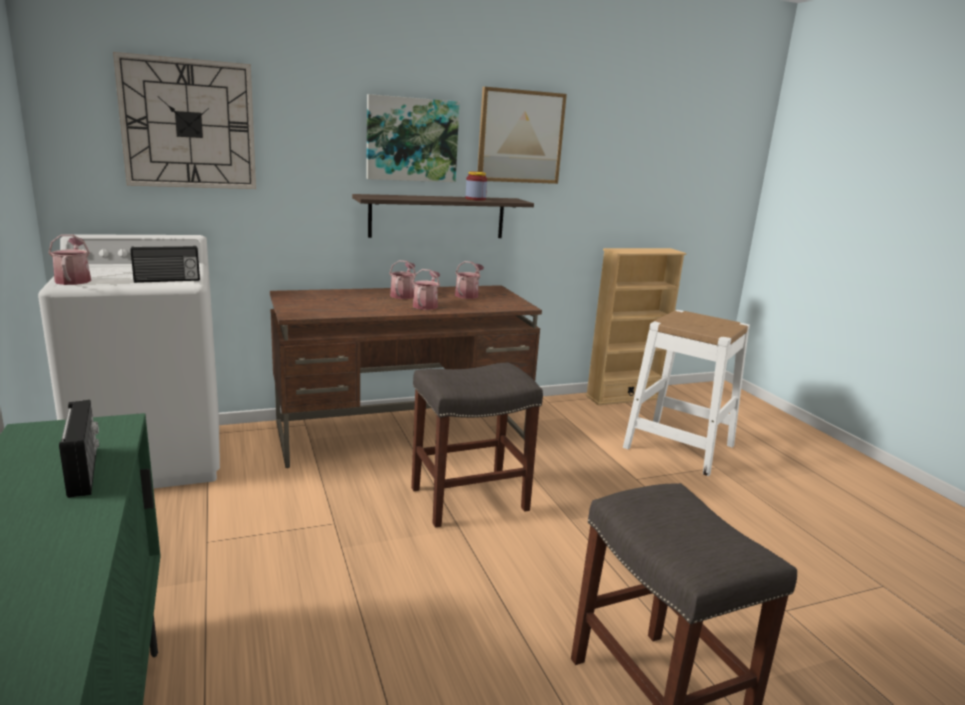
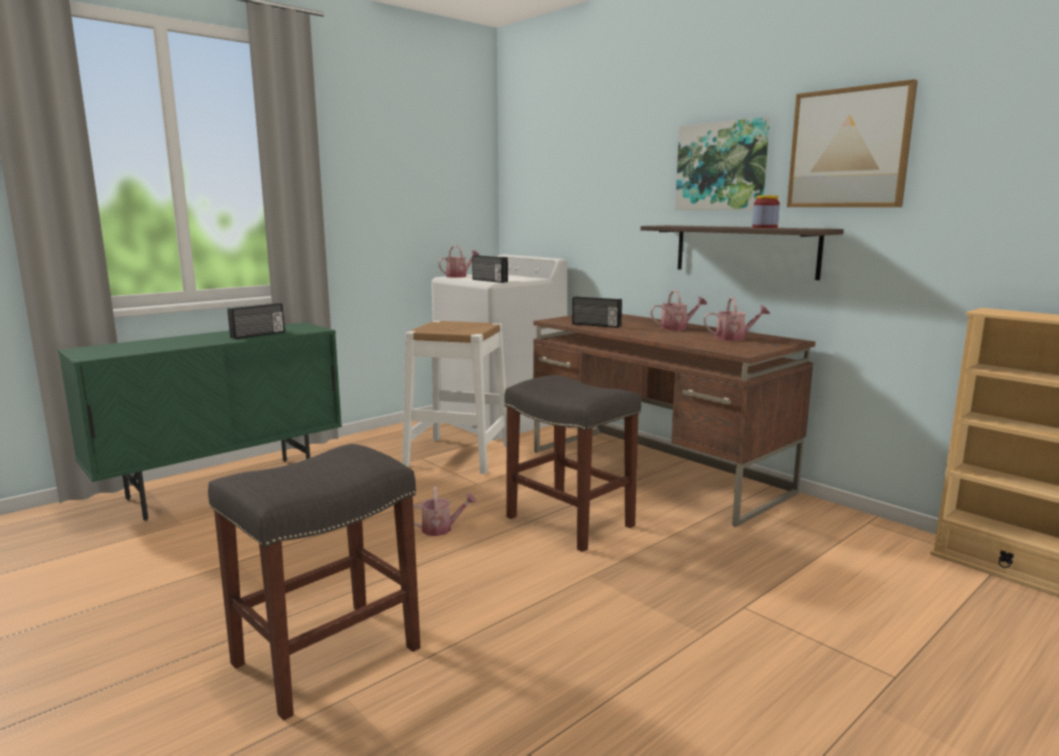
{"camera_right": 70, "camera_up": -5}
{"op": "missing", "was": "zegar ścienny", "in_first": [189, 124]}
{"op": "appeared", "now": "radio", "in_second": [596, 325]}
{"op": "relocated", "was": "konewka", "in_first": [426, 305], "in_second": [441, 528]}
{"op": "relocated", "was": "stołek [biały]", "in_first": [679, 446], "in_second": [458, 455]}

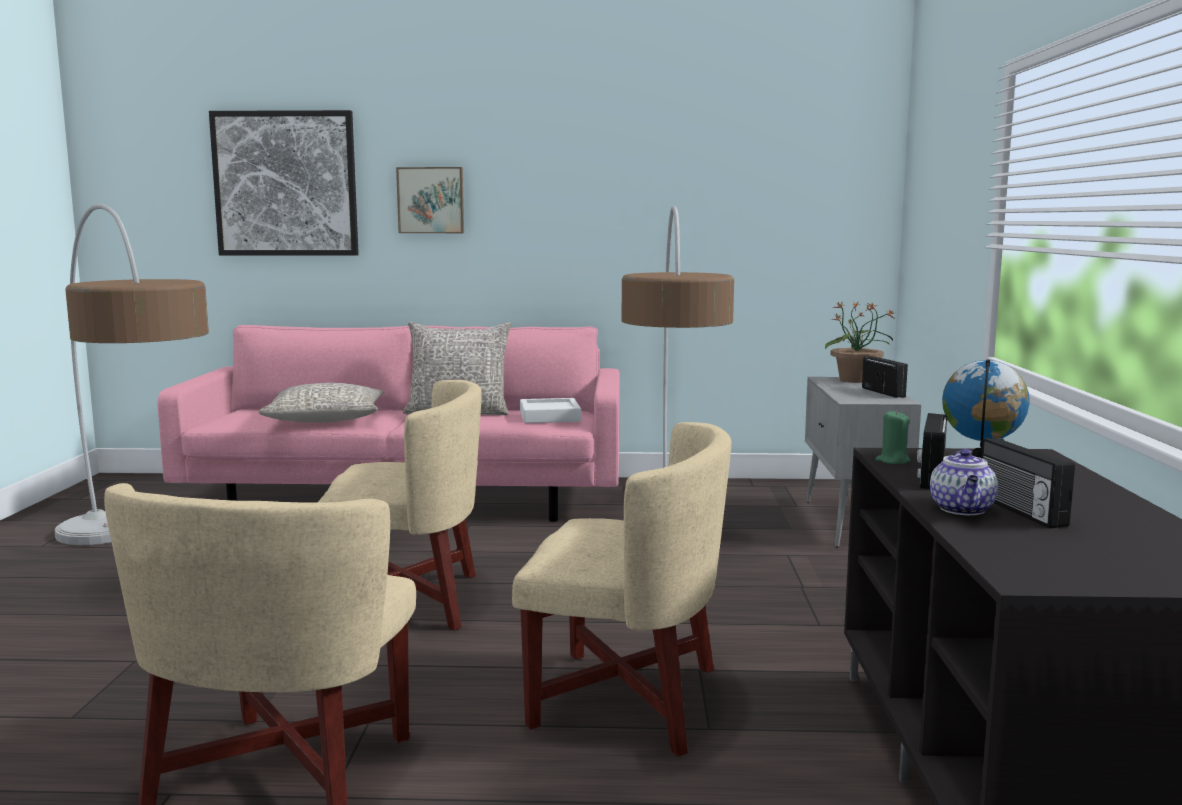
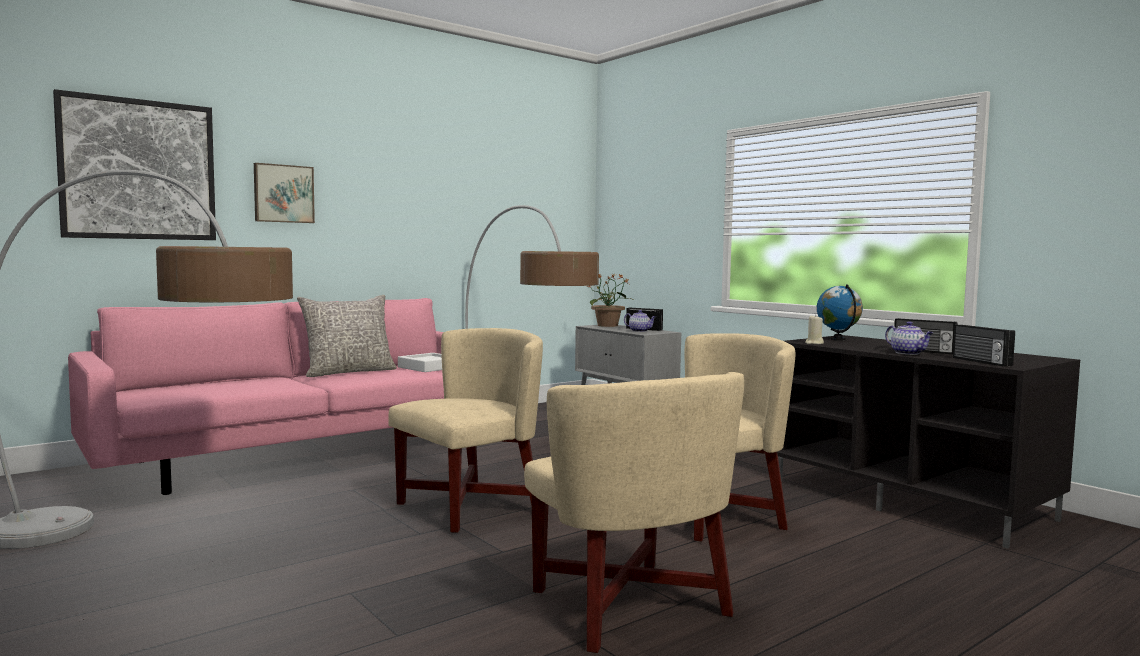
{"camera_right": -40, "camera_up": -5}
{"op": "missing", "was": "poduszka [szary]", "in_first": [326, 419]}
{"op": "appeared", "now": "imbryk", "in_second": [640, 331]}
{"op": "relocated", "was": "radio", "in_first": [930, 476], "in_second": [980, 361]}
{"op": "colour", "was": "świeca [zielony]", "now": "świeca [beżowy]", "in_first": [892, 461], "in_second": [814, 343]}

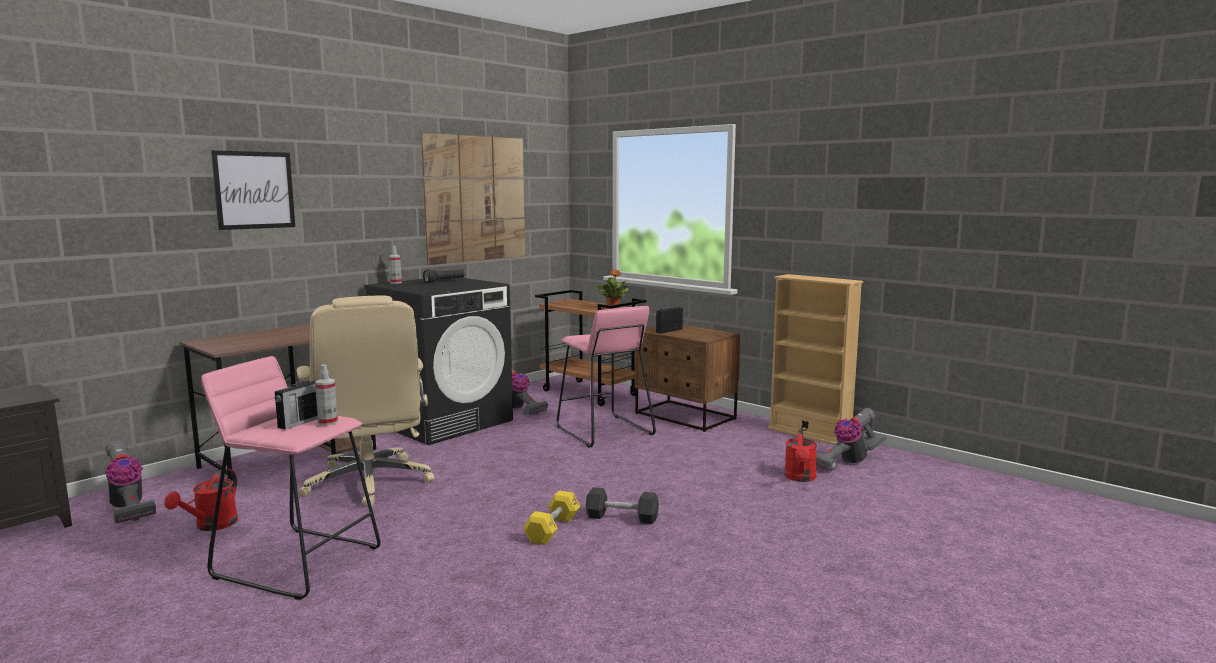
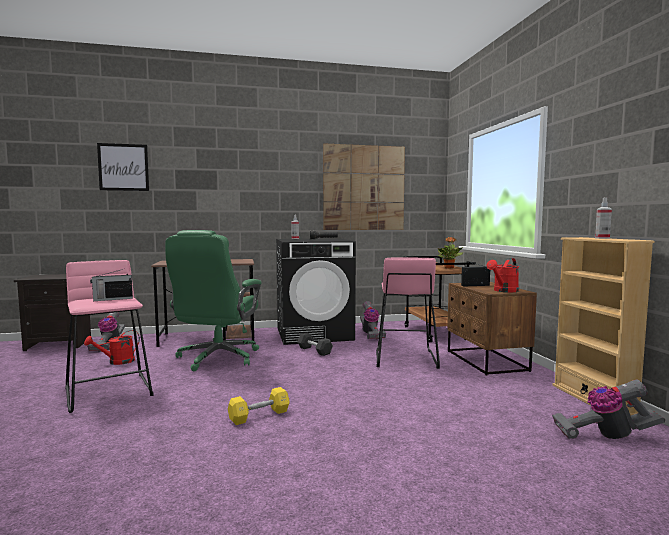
{"camera_right": 35, "camera_up": -5}
{"op": "relocated", "was": "obraz", "in_first": [254, 190], "in_second": [123, 167]}
{"op": "relocated", "was": "spryskiwacz", "in_first": [328, 422], "in_second": [602, 238]}
{"op": "relocated", "was": "hantel [czarny]", "in_first": [622, 517], "in_second": [314, 350]}
{"op": "relocated", "was": "konewka [czerwony]", "in_first": [800, 478], "in_second": [504, 291]}
{"op": "colour", "was": "krzesło biurowe [beżowy]", "now": "krzesło biurowe [zielony]", "in_first": [368, 483], "in_second": [217, 358]}

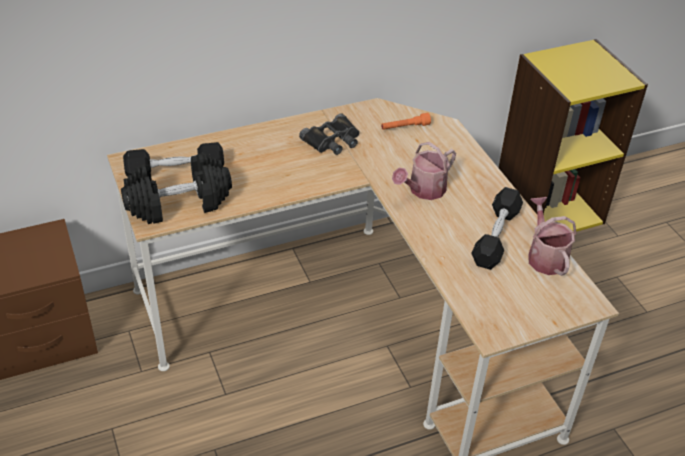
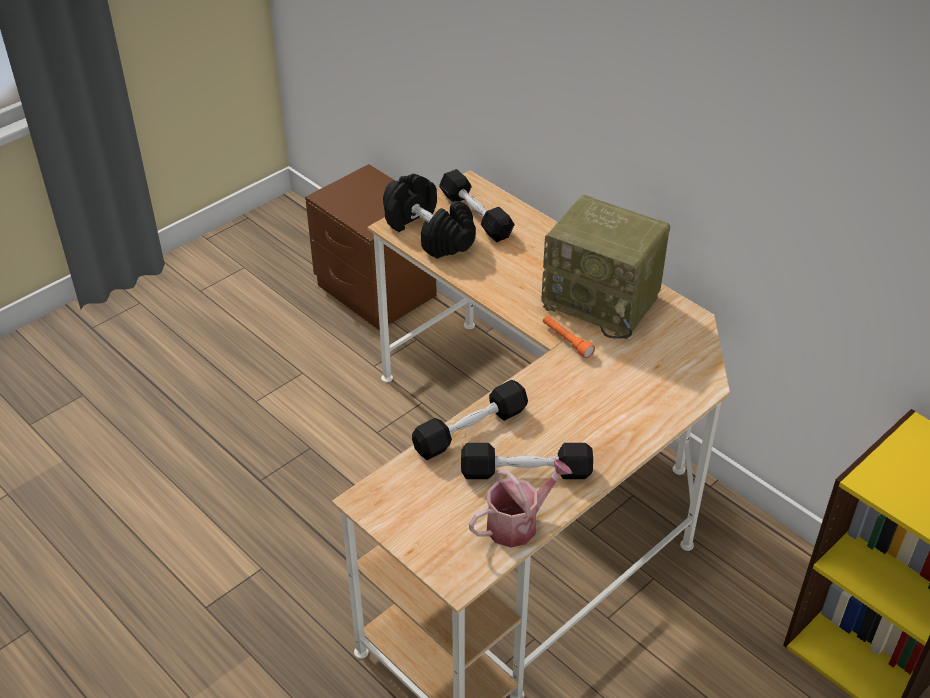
{"camera_right": 70, "camera_up": 0}
{"op": "missing", "was": "konewka", "in_first": [423, 190]}
{"op": "appeared", "now": "hantel [czarny]", "in_second": [470, 430]}
{"op": "relocated", "was": "latarka [pomarańczowy]", "in_first": [405, 127], "in_second": [566, 341]}
{"op": "exchanged", "was": "lornetka [czarny]", "now": "radio", "in_first": [333, 140], "in_second": [603, 302]}

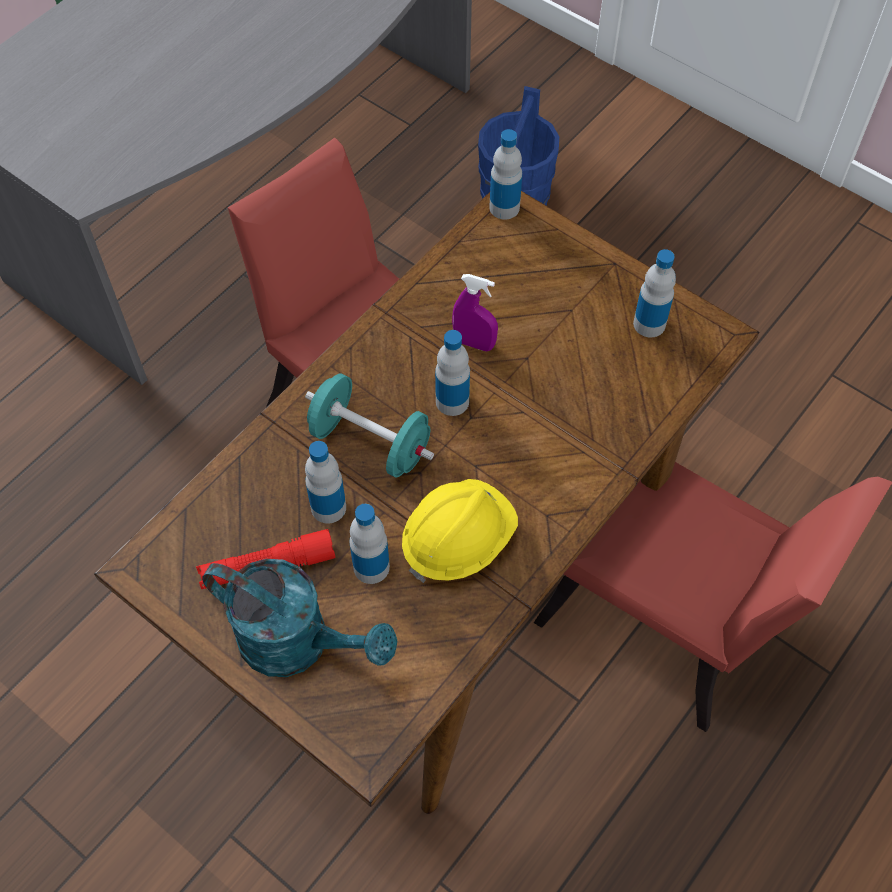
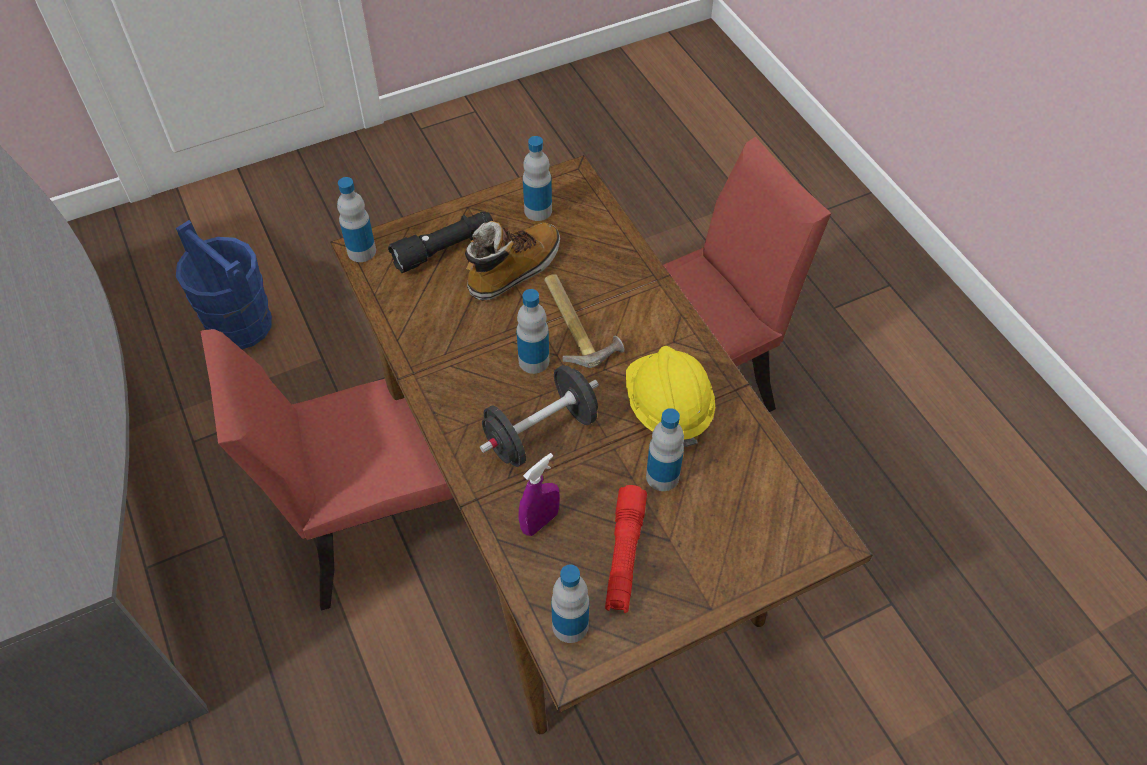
{"camera_right": -65, "camera_up": -5}
{"op": "missing", "was": "konewka [turkusowy]", "in_first": [299, 643]}
{"op": "appeared", "now": "latarka [czarny]", "in_second": [444, 249]}
{"op": "appeared", "now": "but z cholewką", "in_second": [514, 270]}
{"op": "appeared", "now": "młotek", "in_second": [577, 323]}
{"op": "relocated", "was": "butelka", "in_first": [328, 507], "in_second": [570, 625]}
{"op": "relocated", "was": "spryskiwacz [fioletowy]", "in_first": [474, 343], "in_second": [540, 522]}
{"op": "colour", "was": "hantel [turkusowy]", "now": "hantel [czarny]", "in_first": [370, 442], "in_second": [541, 433]}

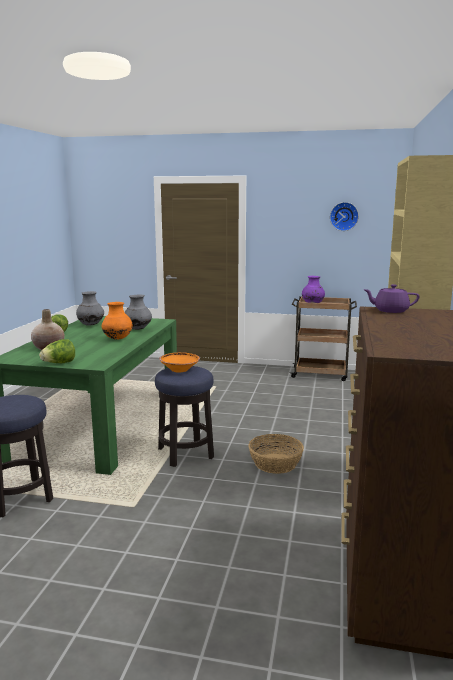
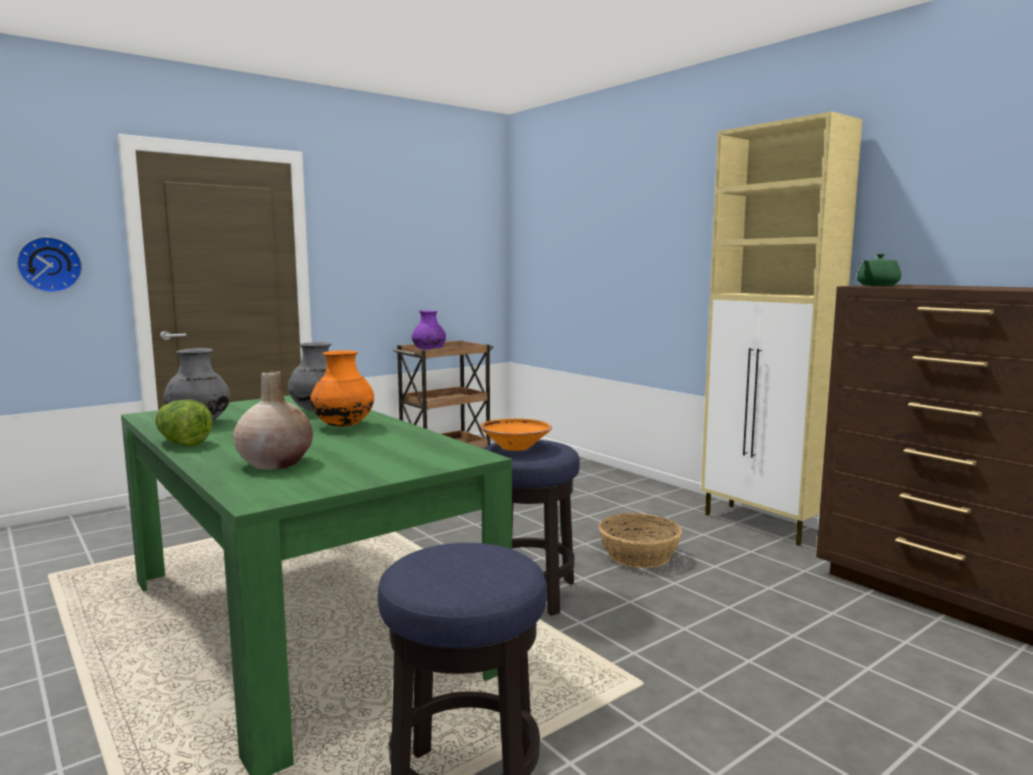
{"camera_right": -50, "camera_up": -5}
{"op": "missing", "was": "sałata", "in_first": [59, 363]}
{"op": "relocated", "was": "zegar ścienny", "in_first": [344, 216], "in_second": [49, 265]}
{"op": "colour", "was": "imbryk [fioletowy]", "now": "imbryk [zielony]", "in_first": [390, 310], "in_second": [877, 285]}

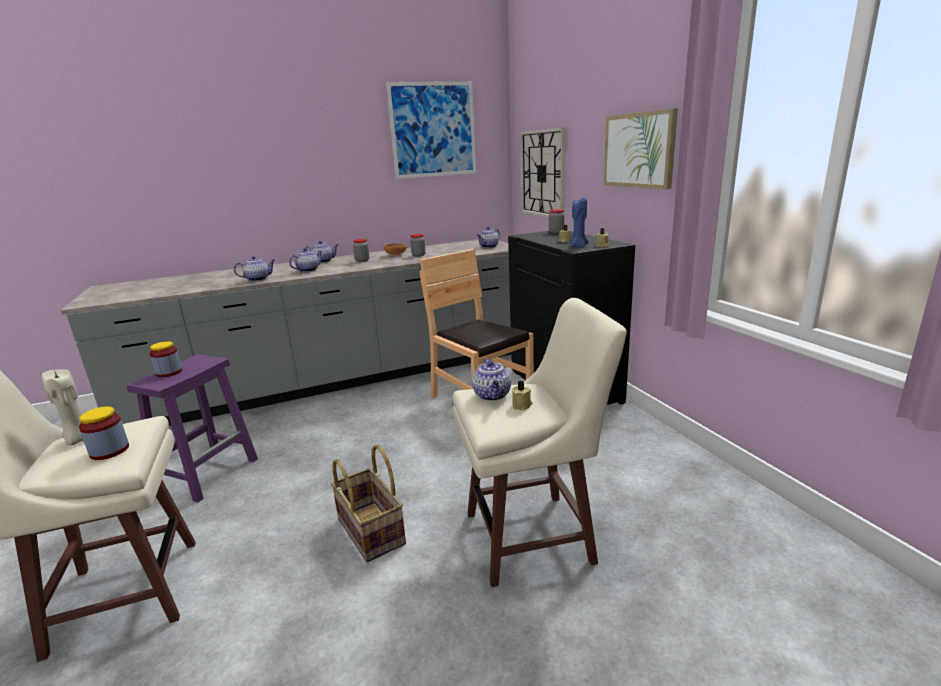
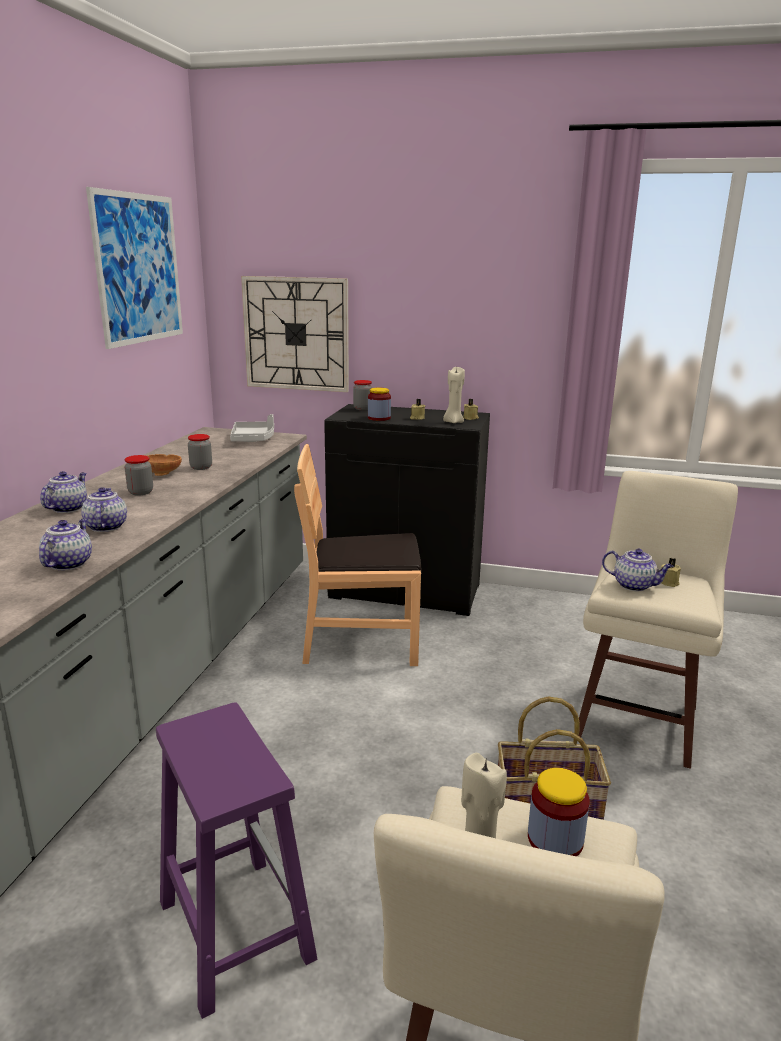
{"camera_right": -55, "camera_up": 0}
{"op": "missing", "was": "obraz", "in_first": [639, 150]}
{"op": "relocated", "was": "słoik", "in_first": [169, 372], "in_second": [379, 418]}
{"op": "exchanged", "was": "imbryk", "now": "taca [szary]", "in_first": [488, 247], "in_second": [253, 439]}
{"op": "colour", "was": "świeca [niebieski]", "now": "świeca [beżowy]", "in_first": [578, 246], "in_second": [453, 422]}

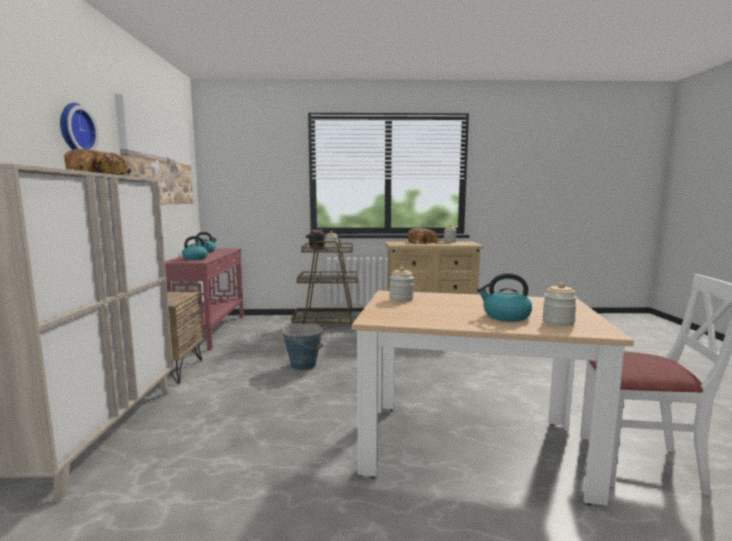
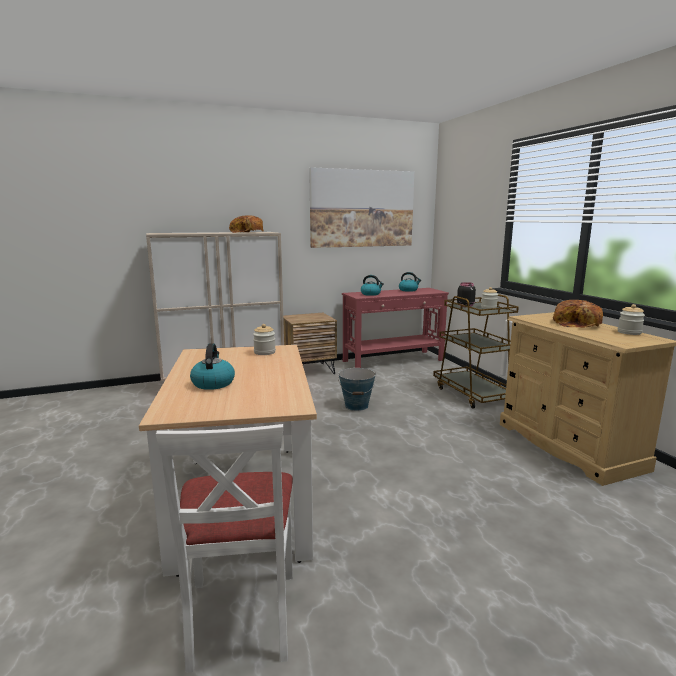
{"camera_right": 70, "camera_up": 5}
{"op": "missing", "was": "zegar ścienny", "in_first": [74, 129]}
{"op": "missing", "was": "słoik", "in_first": [558, 322]}

